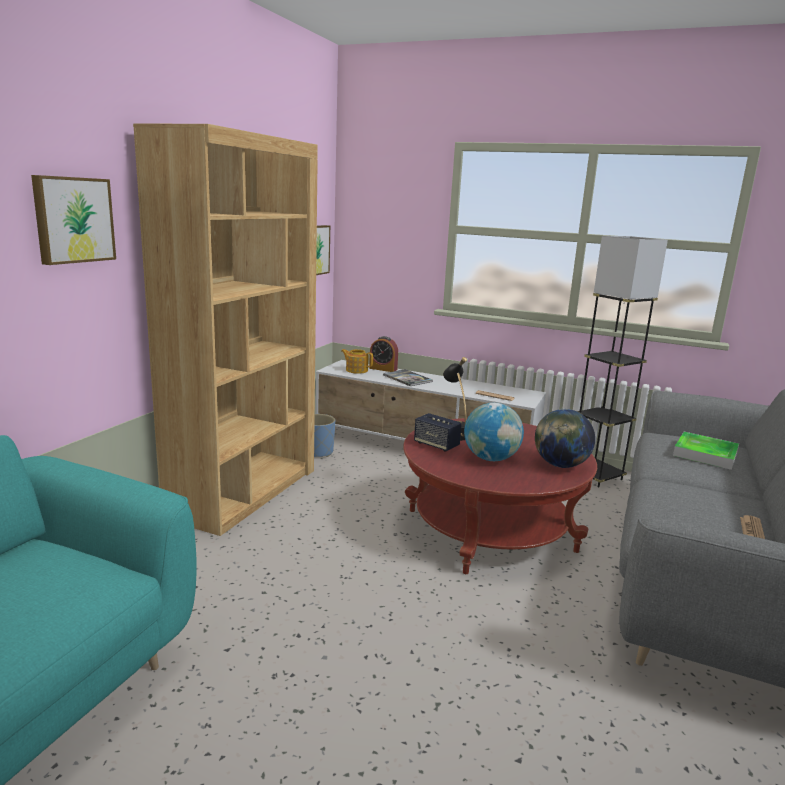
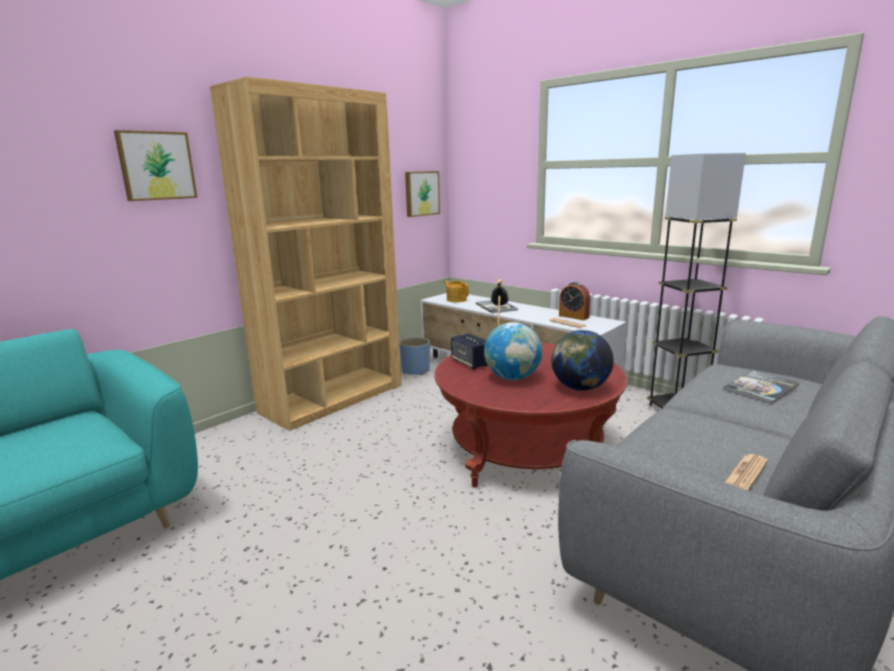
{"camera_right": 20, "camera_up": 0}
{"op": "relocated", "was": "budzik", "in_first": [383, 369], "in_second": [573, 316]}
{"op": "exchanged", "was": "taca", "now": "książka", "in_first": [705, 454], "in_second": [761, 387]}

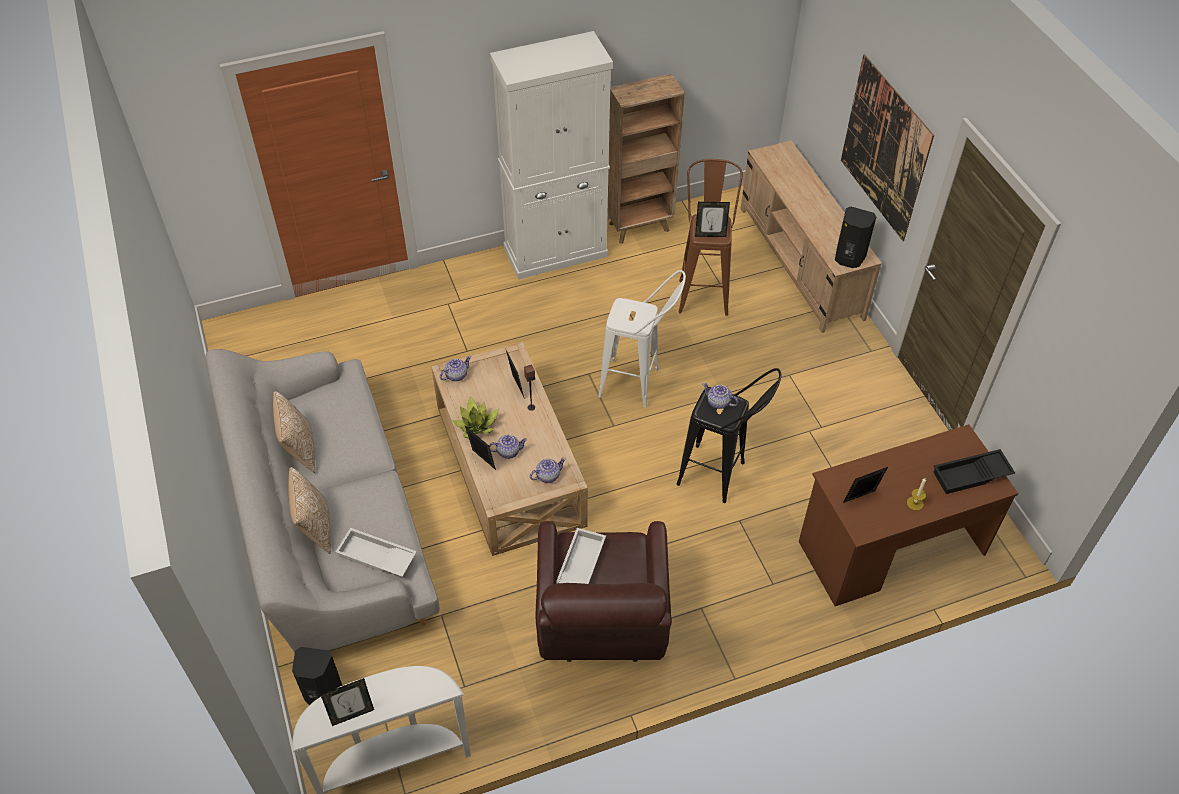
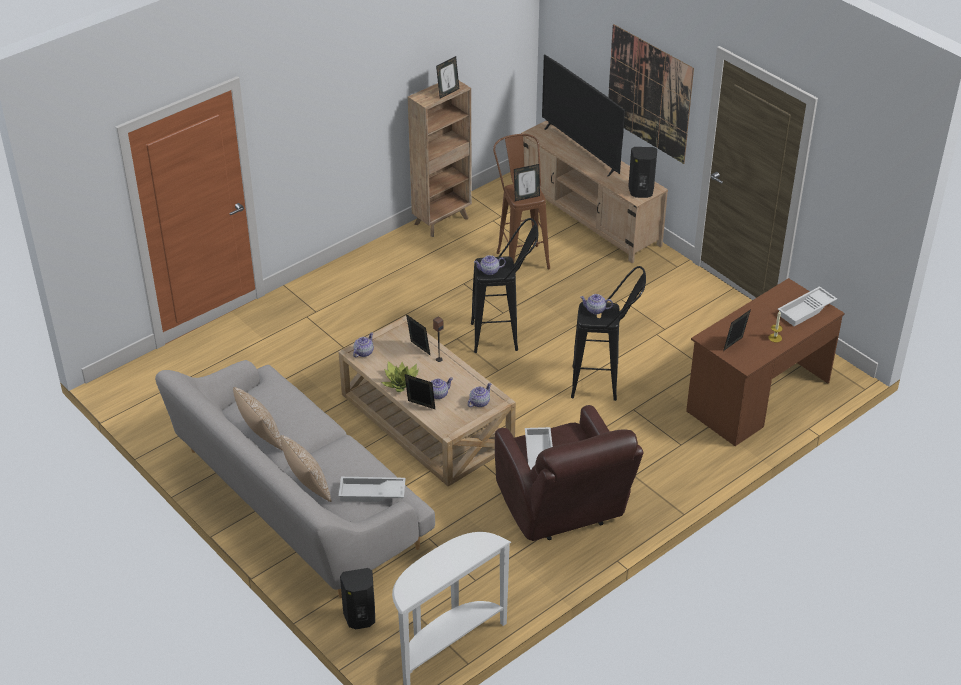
{"camera_right": -20, "camera_up": -10}
{"op": "missing", "was": "szafka [biały]", "in_first": [556, 252]}
{"op": "appeared", "now": "imbryk", "in_second": [490, 271]}
{"op": "appeared", "now": "telewizor", "in_second": [581, 150]}
{"op": "relocated", "was": "ramka na zdjęcie", "in_first": [352, 714], "in_second": [448, 92]}
{"op": "colour", "was": "stołek [biały]", "now": "stołek [czarny]", "in_first": [639, 385], "in_second": [503, 336]}
{"op": "colour", "was": "taca [czarny]", "now": "taca [biały]", "in_first": [971, 476], "in_second": [806, 310]}

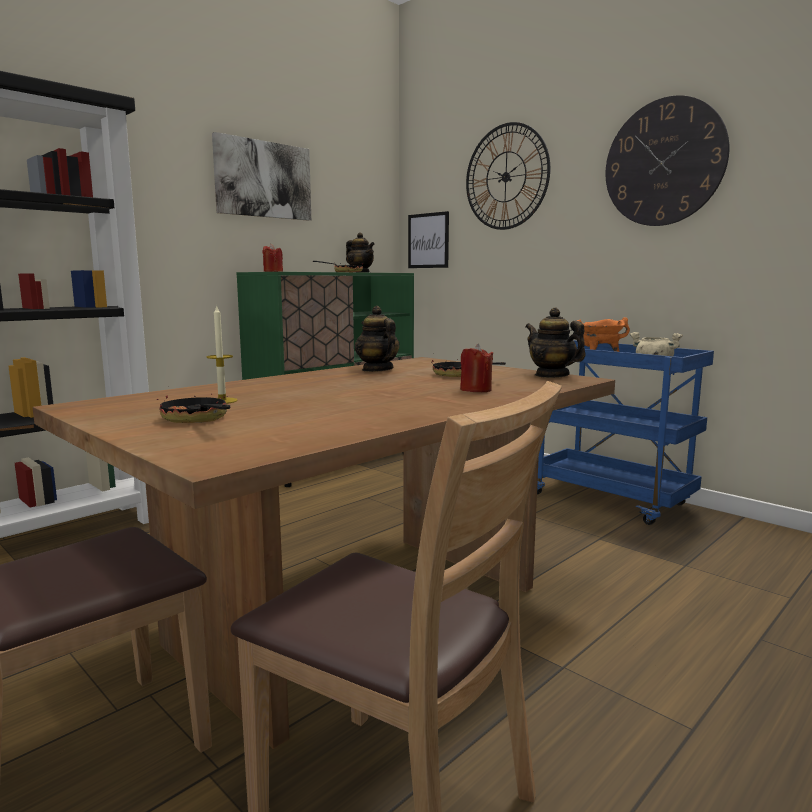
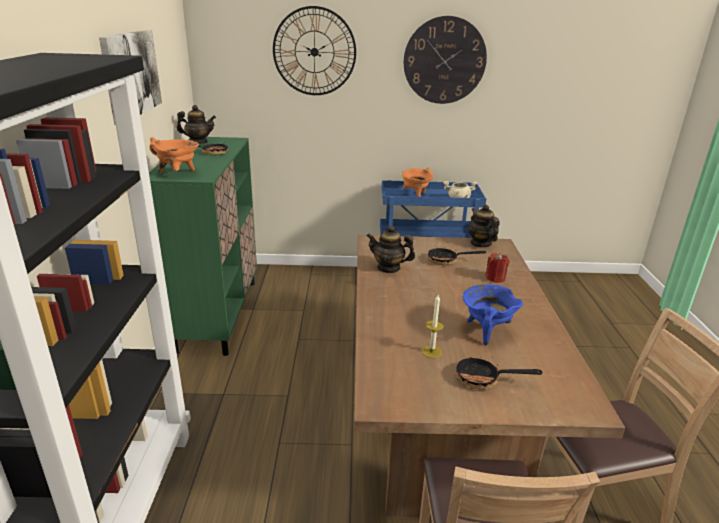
{"camera_right": -45, "camera_up": 15}
{"op": "missing", "was": "obraz", "in_first": [428, 240]}
{"op": "appeared", "now": "garnek [niebieski]", "in_second": [486, 331]}
{"op": "exchanged", "was": "świeca [czerwony]", "now": "garnek [pomarańczowy]", "in_first": [273, 271], "in_second": [178, 174]}
{"op": "spun", "was": "imbryk", "in_first": [552, 375], "in_second": [480, 243], "clockwise": 60}

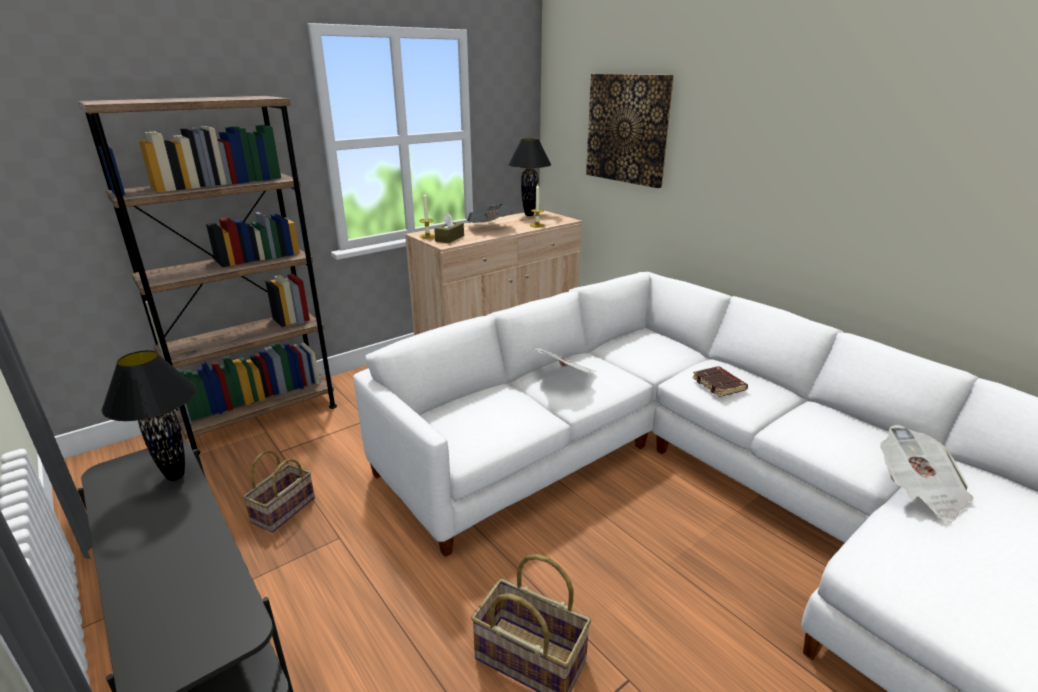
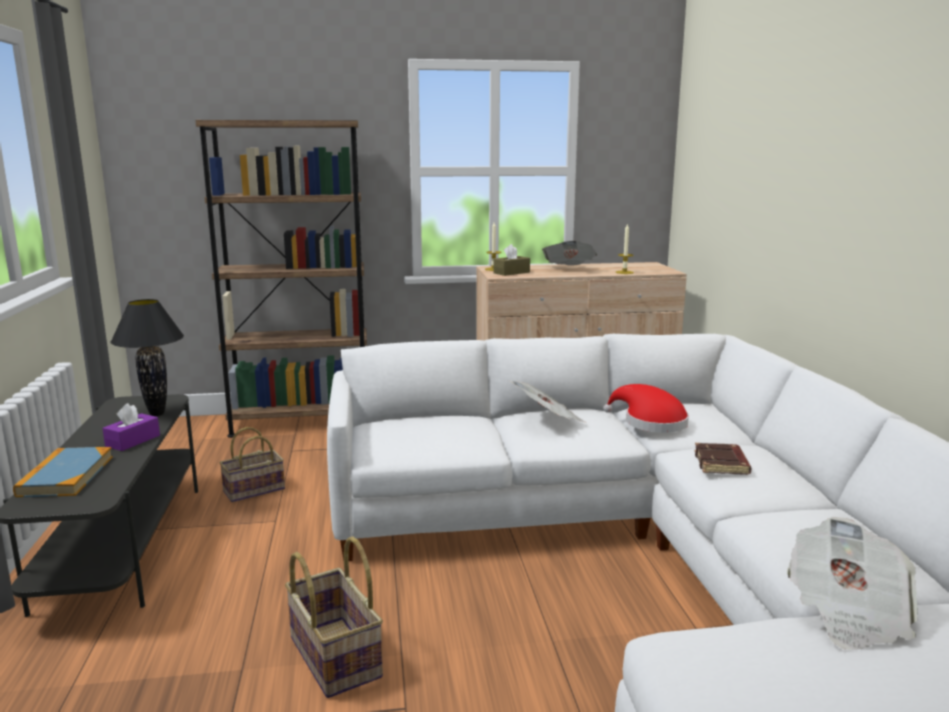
{"camera_right": 30, "camera_up": -10}
{"op": "missing", "was": "lampa stołowa [czarny]", "in_first": [529, 215]}
{"op": "missing", "was": "obraz", "in_first": [627, 129]}
{"op": "appeared", "now": "książka", "in_second": [66, 476]}
{"op": "appeared", "now": "pudełko chusteczek [fioletowy]", "in_second": [133, 441]}
{"op": "appeared", "now": "kapelusz [czerwony]", "in_second": [650, 422]}

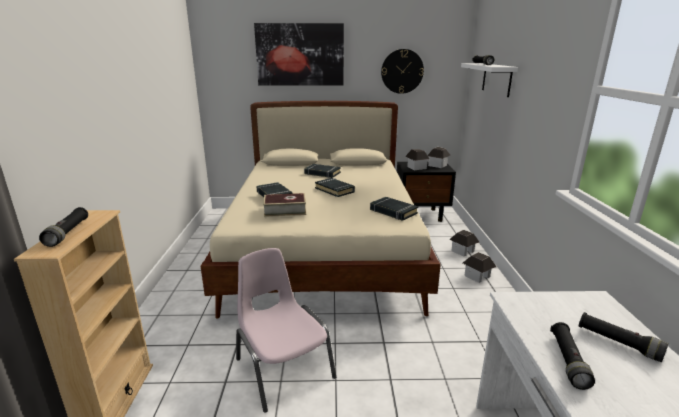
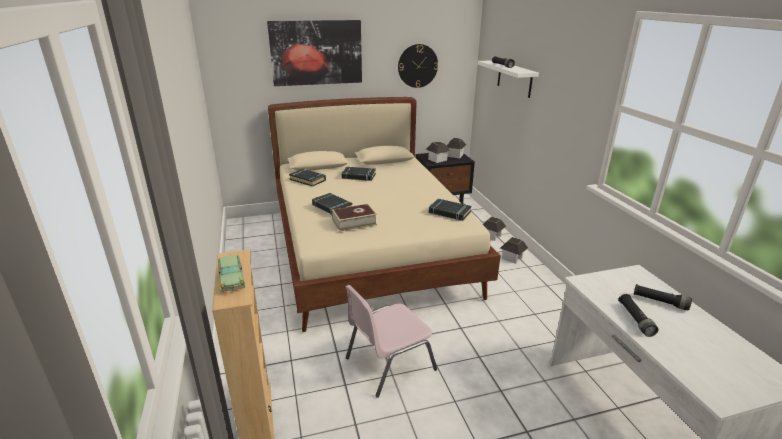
{"camera_right": -15, "camera_up": 5}
{"op": "relocated", "was": "książka [czarny]", "in_first": [334, 190], "in_second": [308, 180]}
{"op": "exchanged", "was": "latarka [czarny]", "now": "samochodzik", "in_first": [68, 233], "in_second": [231, 279]}
{"op": "spun", "was": "krzesło [różowy]", "in_first": [283, 367], "in_second": [388, 363], "clockwise": -75}

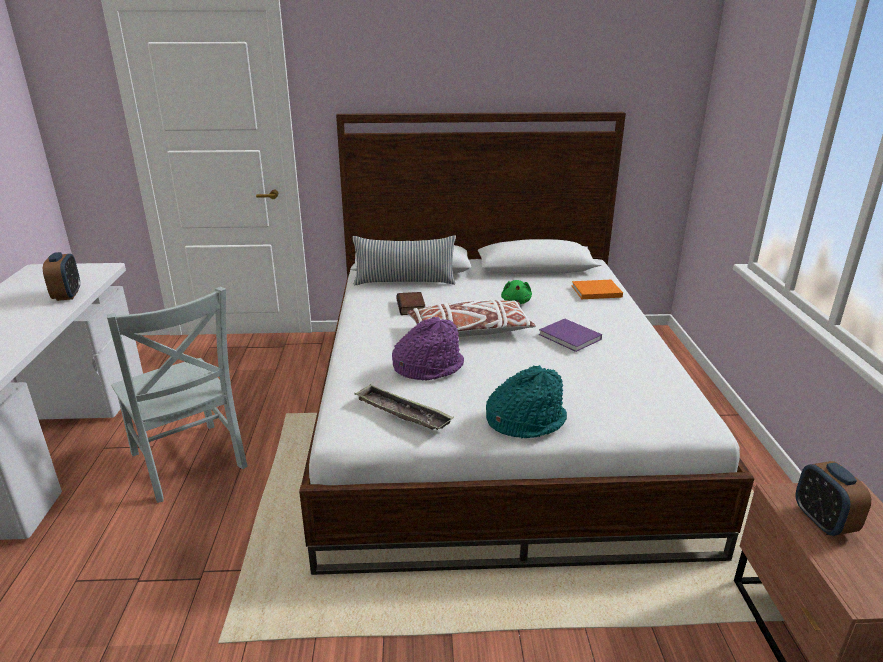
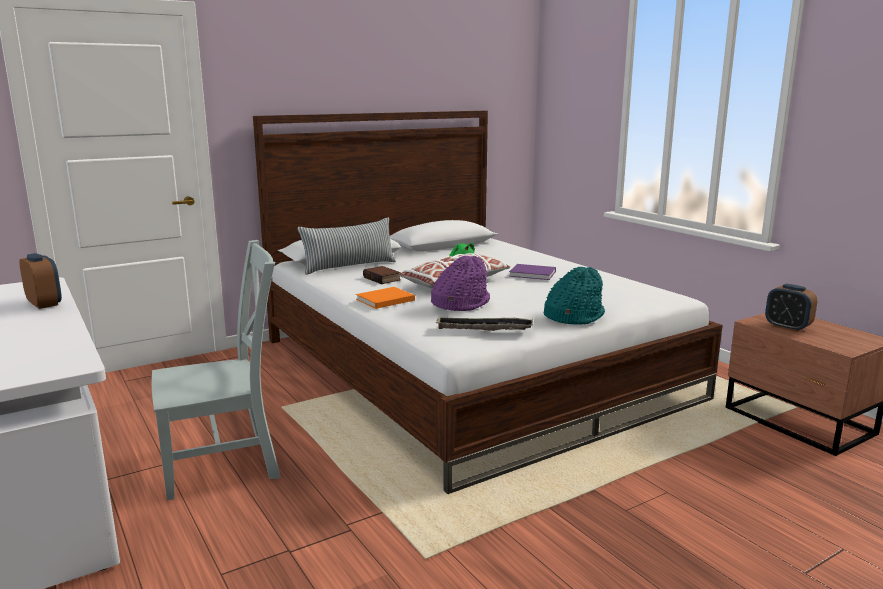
{"camera_right": -30, "camera_up": -10}
{"op": "relocated", "was": "książka [pomarańczowy]", "in_first": [595, 291], "in_second": [383, 300]}
{"op": "spun", "was": "krzesło [szary]", "in_first": [189, 463], "in_second": [226, 464], "clockwise": -45}

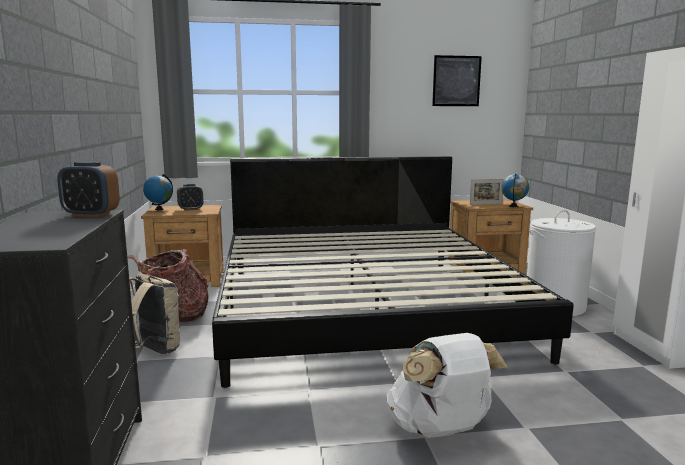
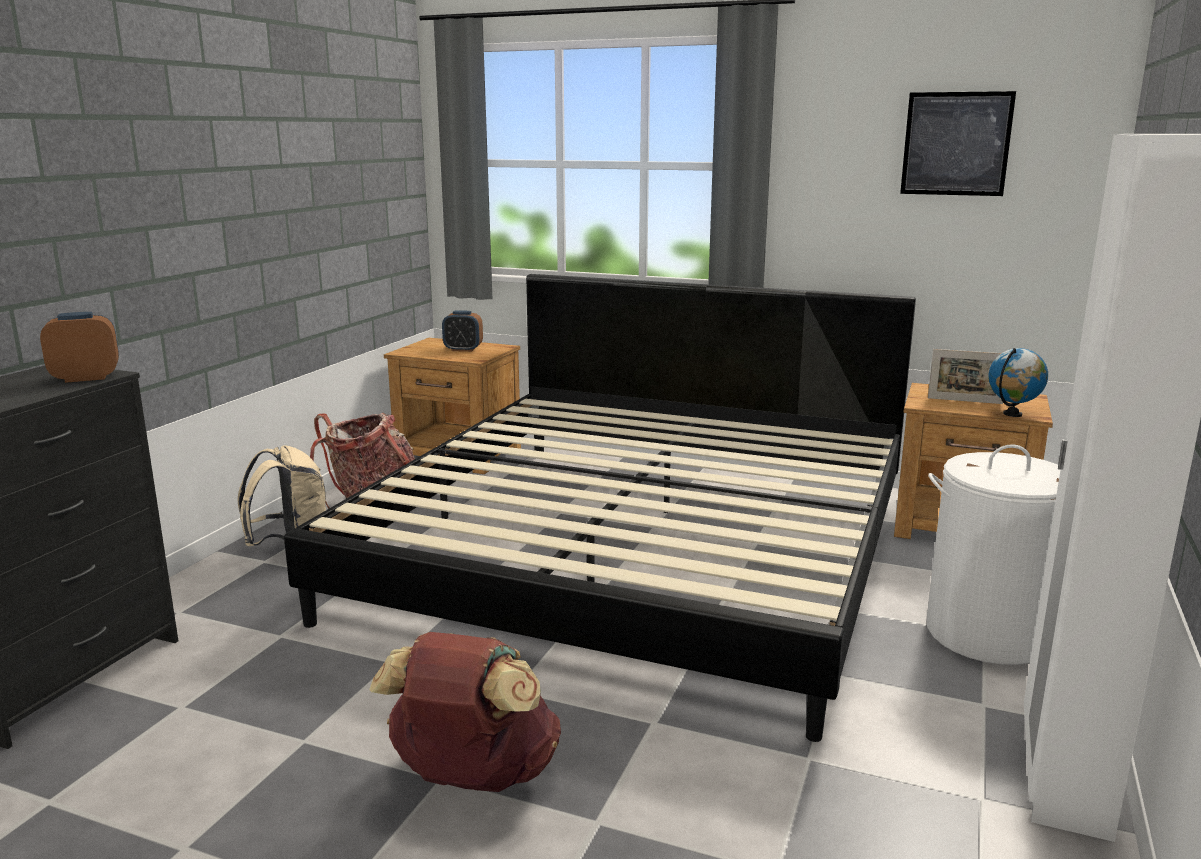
{"camera_right": 30, "camera_up": 5}
{"op": "missing", "was": "globus", "in_first": [159, 209]}
{"op": "colour", "was": "plecak [biały]", "now": "plecak [brązowy]", "in_first": [440, 430], "in_second": [473, 778]}
{"op": "spun", "was": "budzik", "in_first": [91, 215], "in_second": [86, 378], "clockwise": 120}

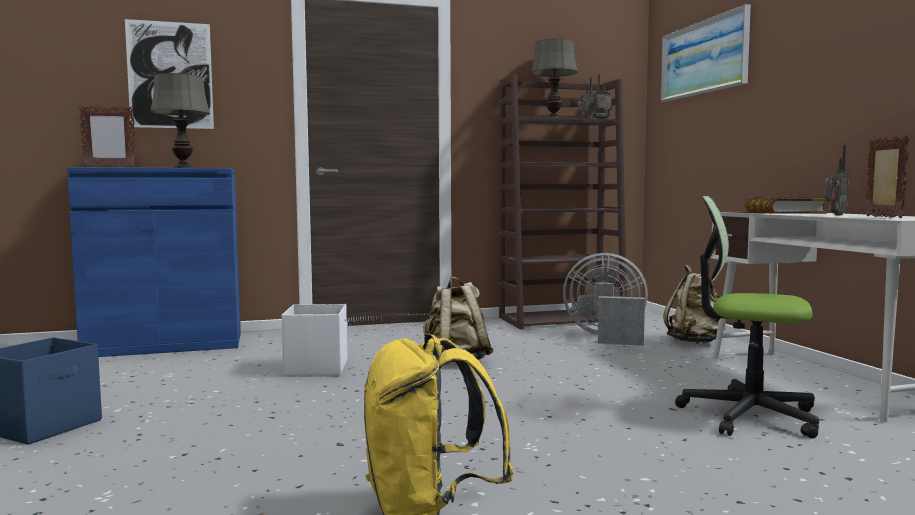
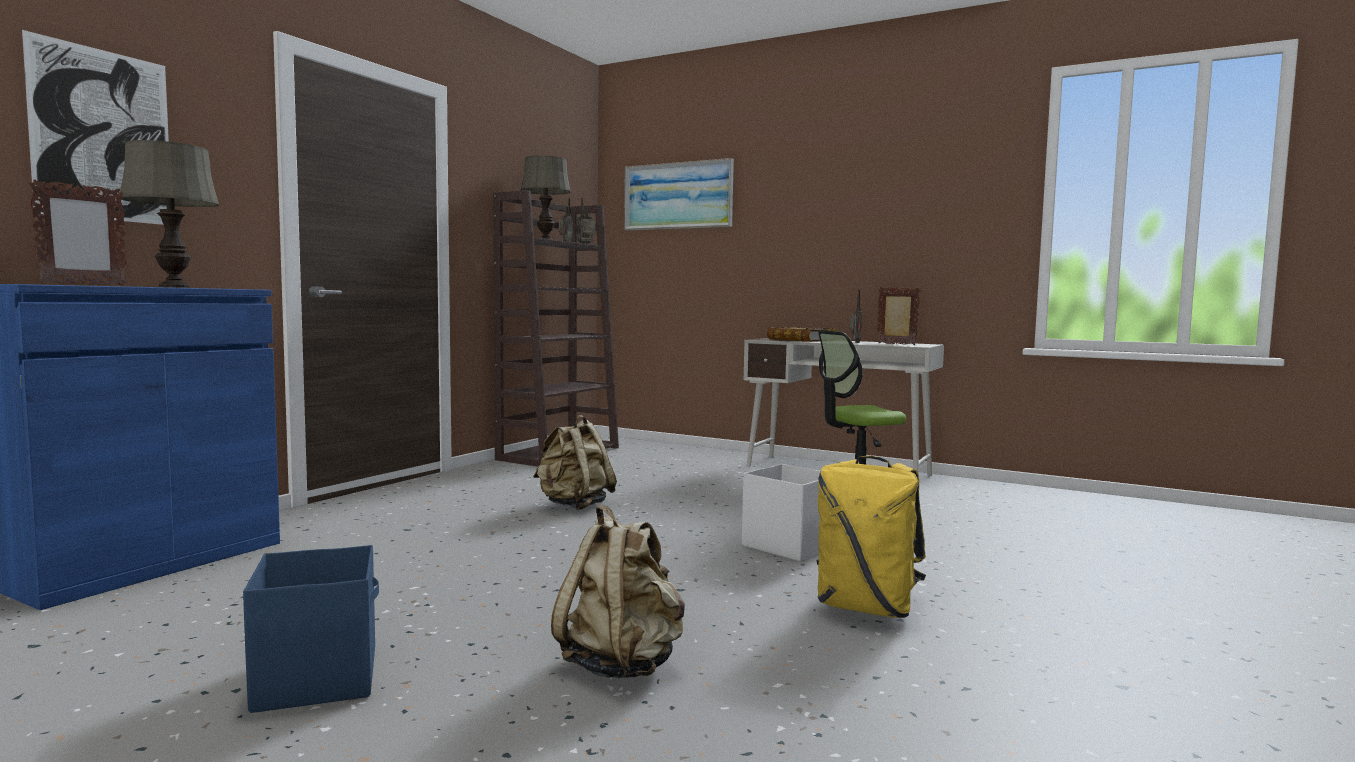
{"camera_right": -45, "camera_up": 0}
{"op": "missing", "was": "wentylator [szary]", "in_first": [606, 337]}
{"op": "relocated", "was": "pojemnik do przechowywania [biały]", "in_first": [317, 368], "in_second": [788, 545]}
{"op": "relocated", "was": "plecak [beżowy]", "in_first": [695, 342], "in_second": [622, 664]}

